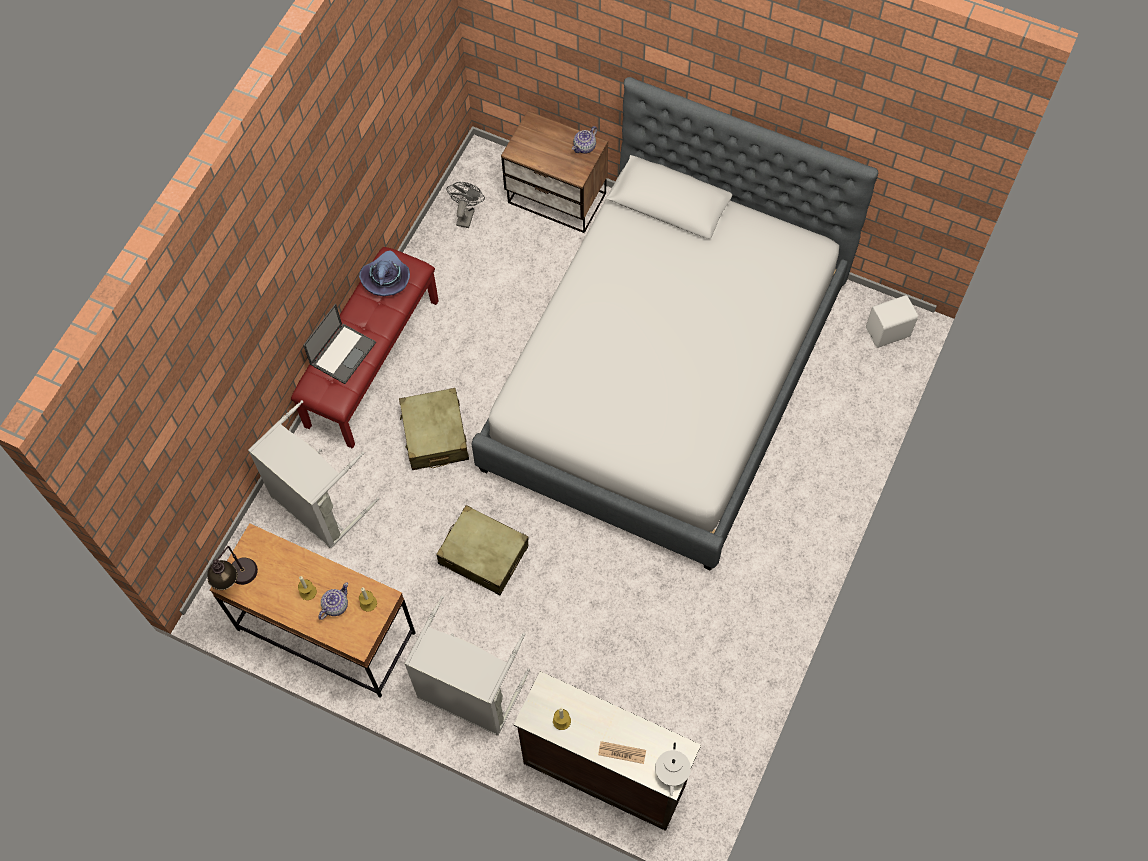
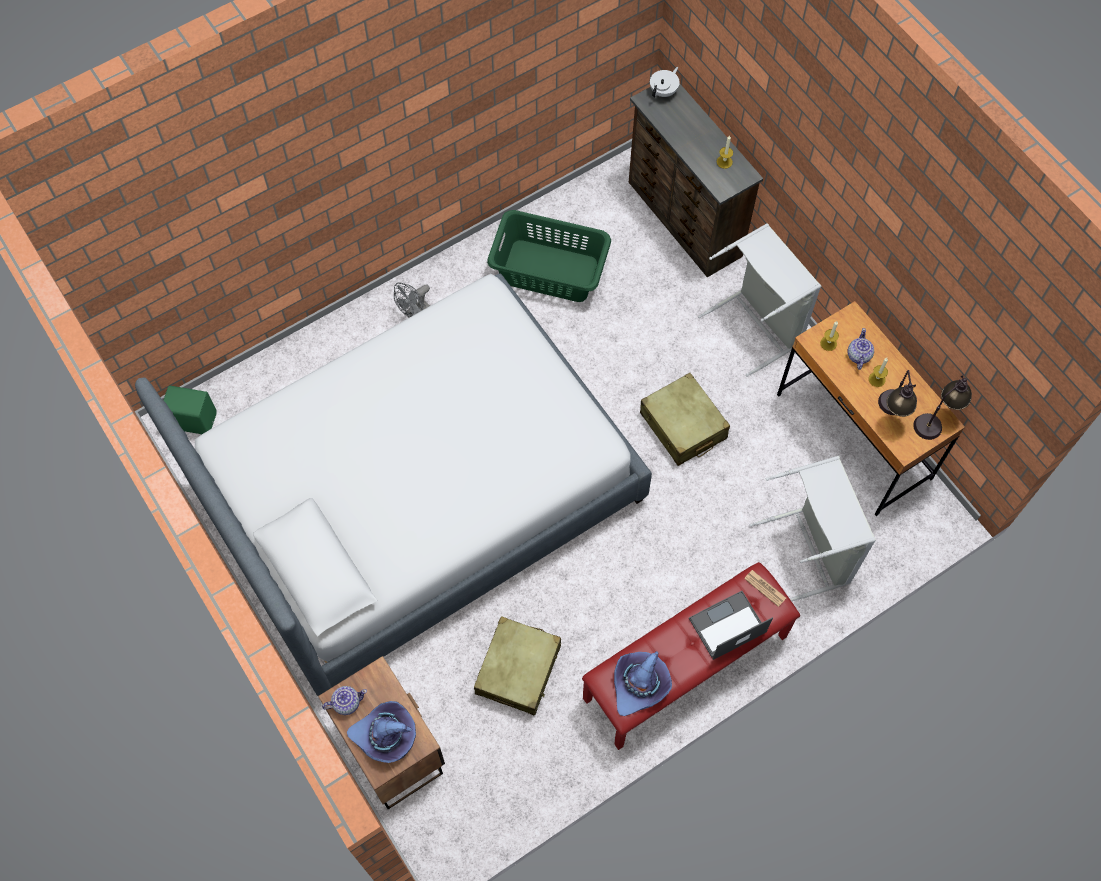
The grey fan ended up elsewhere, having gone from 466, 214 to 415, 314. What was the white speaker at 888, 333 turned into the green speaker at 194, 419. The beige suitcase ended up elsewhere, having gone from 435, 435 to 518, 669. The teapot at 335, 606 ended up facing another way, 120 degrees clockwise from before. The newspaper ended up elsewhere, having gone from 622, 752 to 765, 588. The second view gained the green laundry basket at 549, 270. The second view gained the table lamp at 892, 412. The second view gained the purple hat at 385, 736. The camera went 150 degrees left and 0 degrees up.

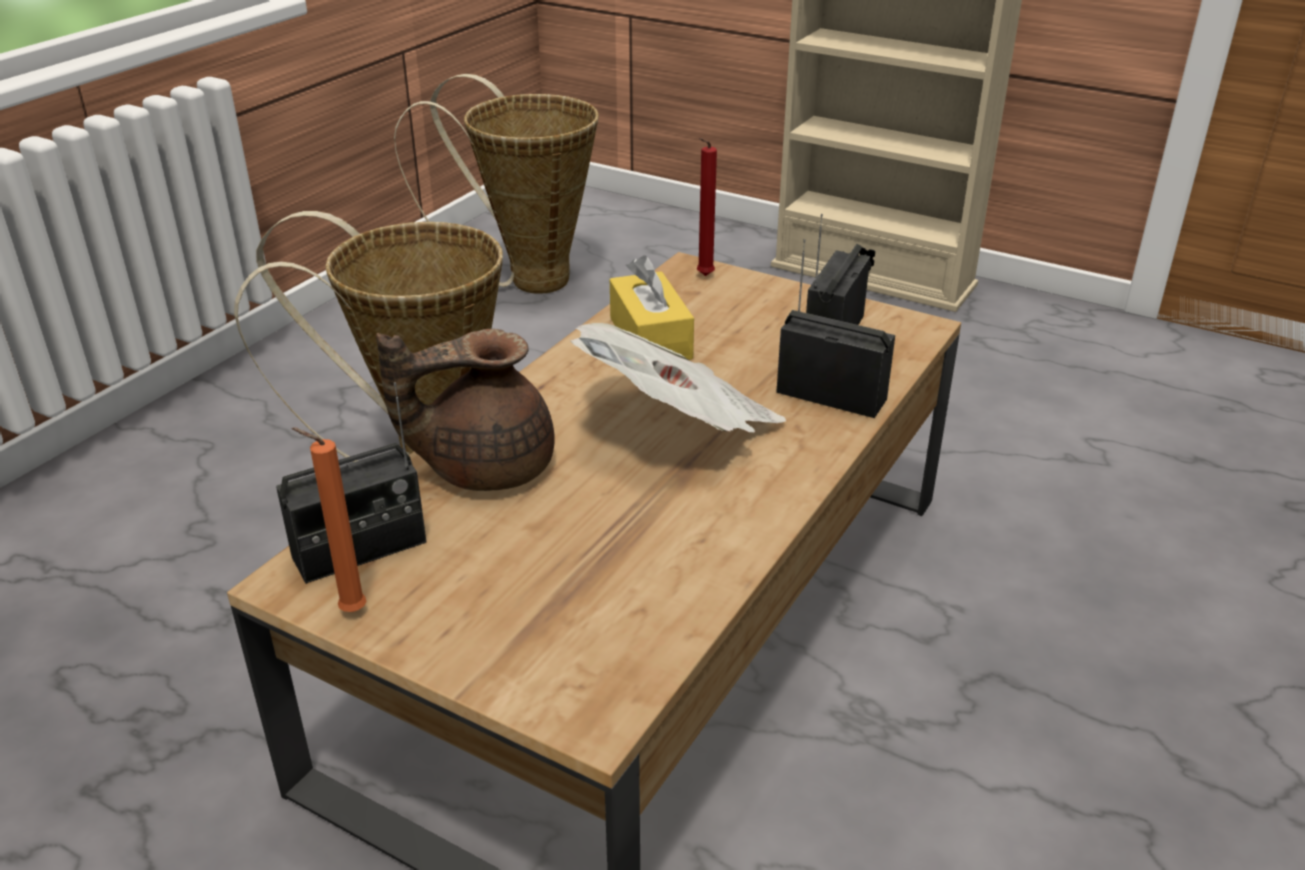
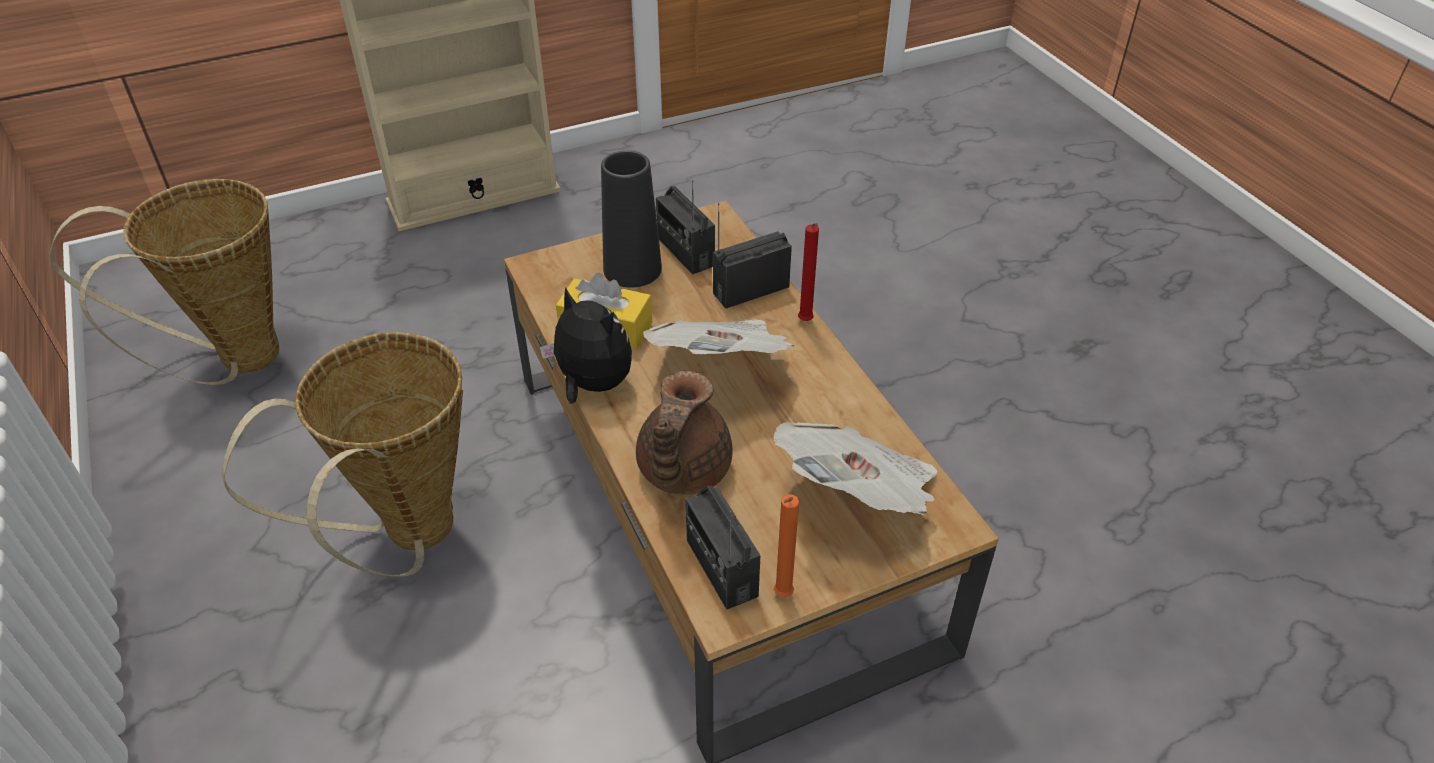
The red candle ended up elsewhere, having gone from 703, 277 to 806, 322. The radio at 360, 550 ended up facing another way, 150 degrees clockwise from before. The second view gained the black vase at 632, 269. The second view gained the plush toy at 591, 385. The second view gained the newspaper at 859, 495. The camera went 55 degrees left and 10 degrees up.

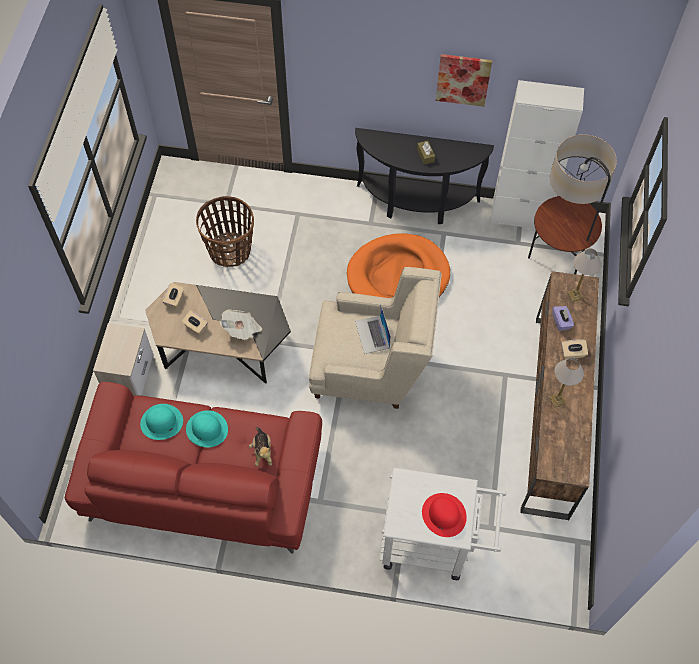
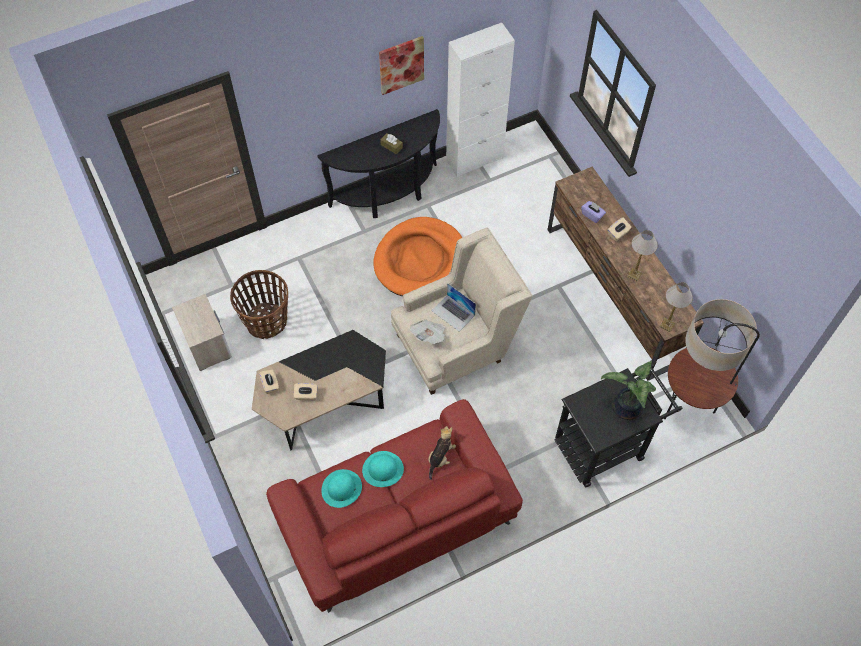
The floor lamp ended up elsewhere, having gone from 555, 260 to 687, 406. The table lamp ended up elsewhere, having gone from 575, 295 to 667, 324. The newspaper ended up elsewhere, having gone from 242, 329 to 429, 336. The nightstand ended up elsewhere, having gone from 130, 373 to 207, 344. The plush toy at 262, 451 ended up facing another way, 105 degrees counterclockwise from before. What was the white cart at 433, 544 turned into the black cart at 606, 445. Where the red hat stood at 443, 514, the potted plant came to stand at 625, 409. The camera went 35 degrees left and 0 degrees up.

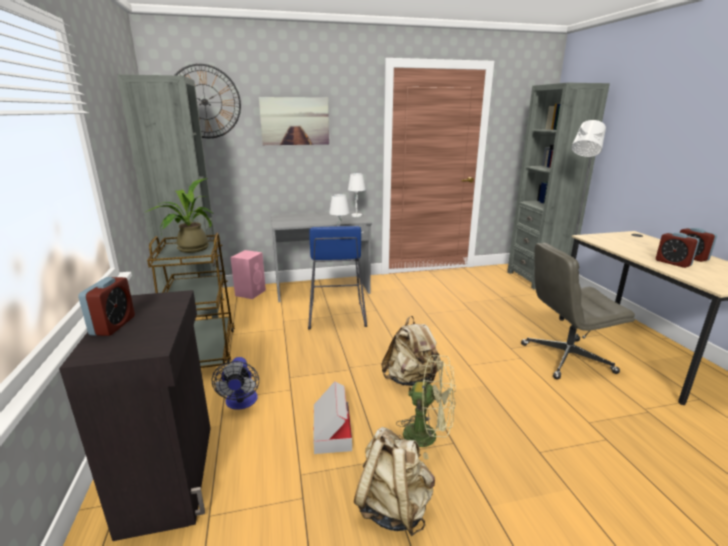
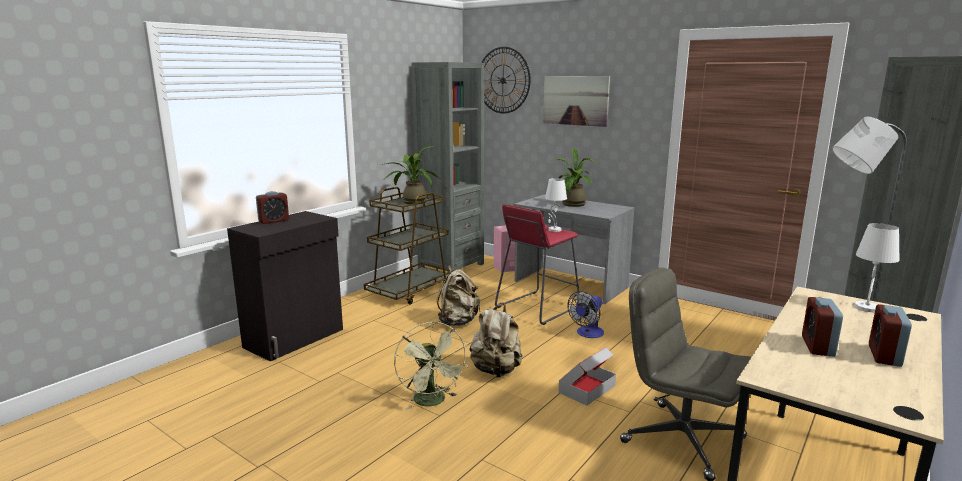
The white table lamp ended up elsewhere, having gone from 356, 215 to 866, 307. What was the blue stool at 336, 315 turned into the red stool at 537, 307. The fan ended up elsewhere, having gone from 241, 403 to 587, 334. The cardboard box ended up elsewhere, having gone from 332, 432 to 587, 389. The beige backpack ended up elsewhere, having gone from 393, 507 to 458, 322. The second view gained the potted plant at 573, 205. The camera went 50 degrees right and 5 degrees down.

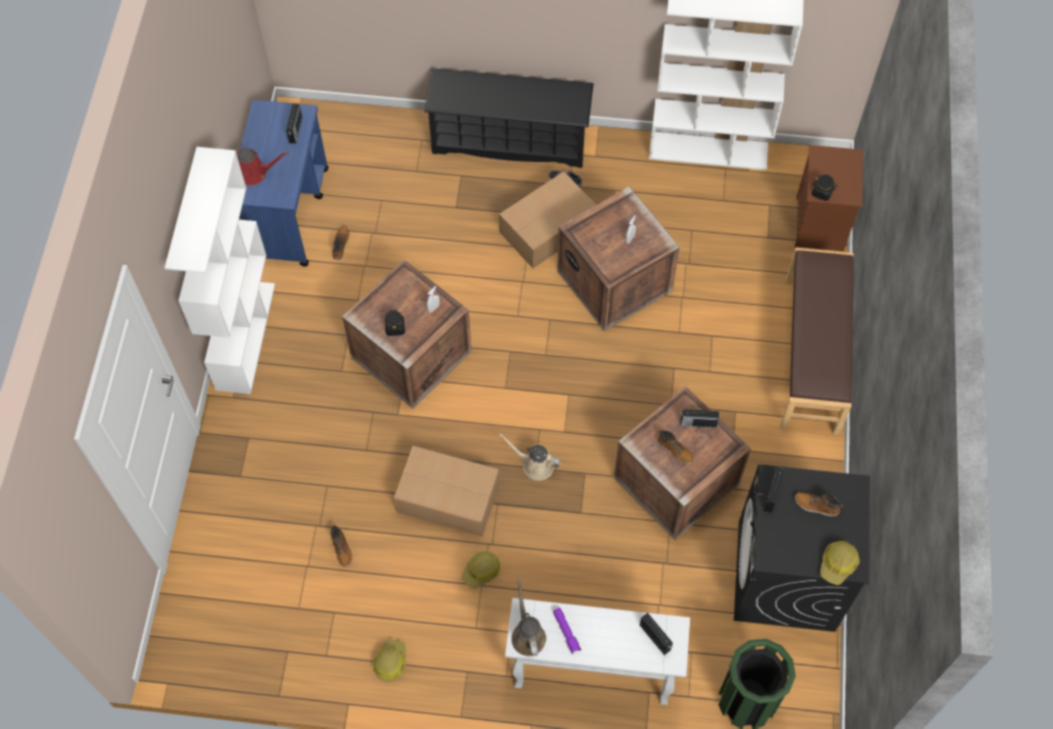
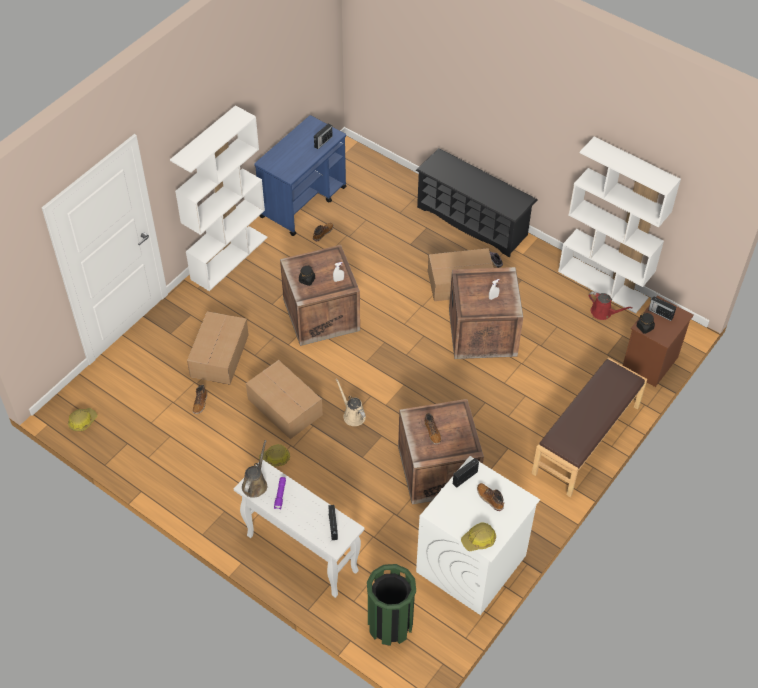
The red watering can ended up elsewhere, having gone from 255, 173 to 603, 312. The radio ended up elsewhere, having gone from 697, 423 to 660, 313. What was the black washing machine at 786, 576 turned into the white washing machine at 471, 564. The hard hat ended up elsewhere, having gone from 390, 662 to 82, 421. The second view gained the cardboard box at 220, 354. The camera went 30 degrees right and 10 degrees down.

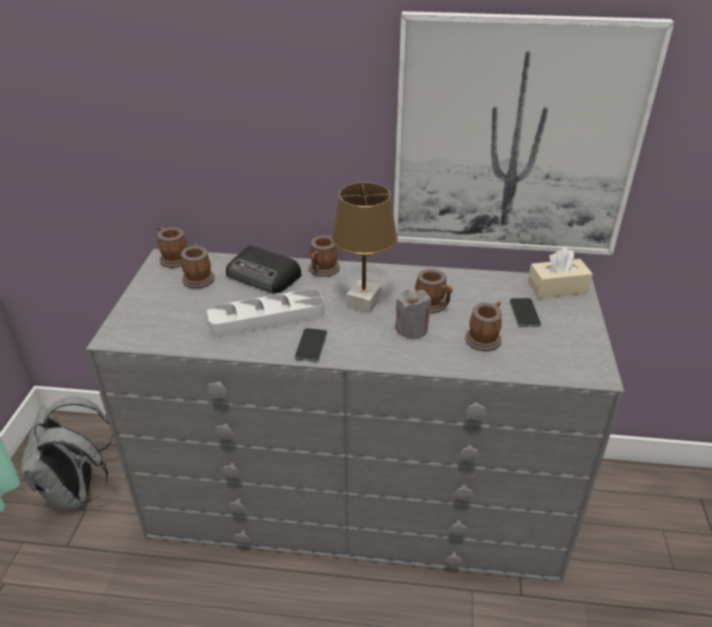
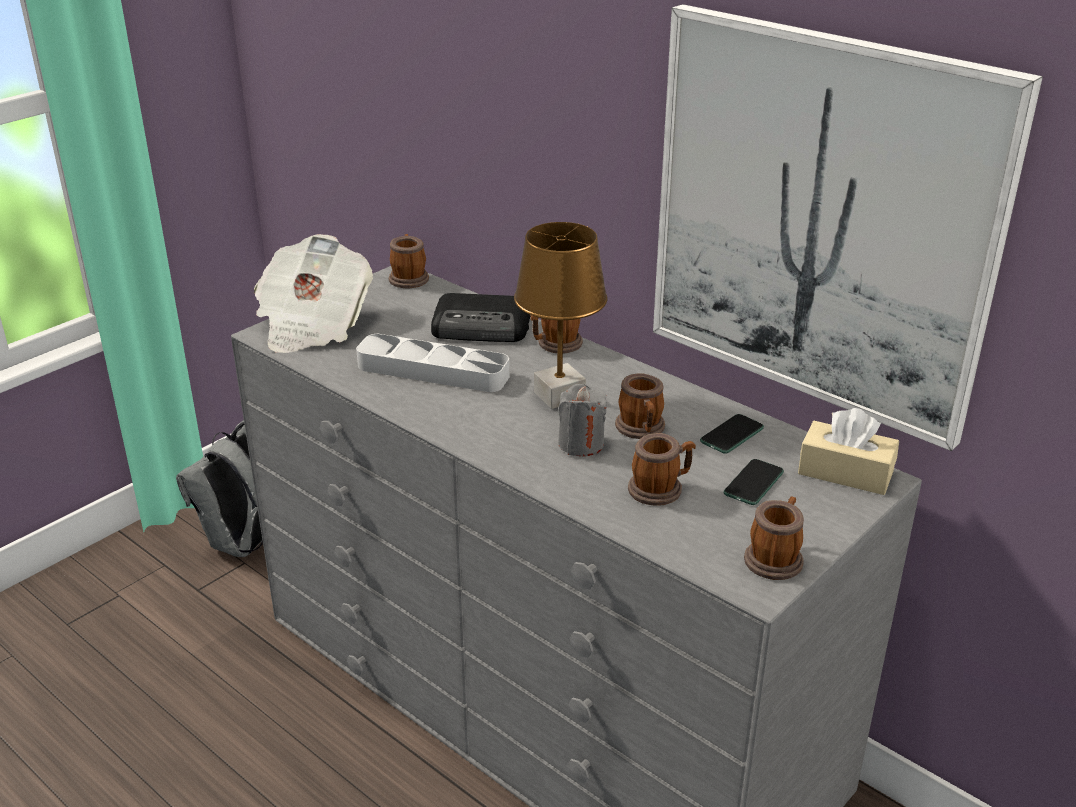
The mug ended up elsewhere, having gone from 198, 277 to 775, 557. The radio at 264, 276 ended up facing another way, 60 degrees counterclockwise from before. The phone ended up elsewhere, having gone from 311, 345 to 732, 435. The second view gained the newspaper at 312, 324. The camera went 35 degrees right and 5 degrees down.

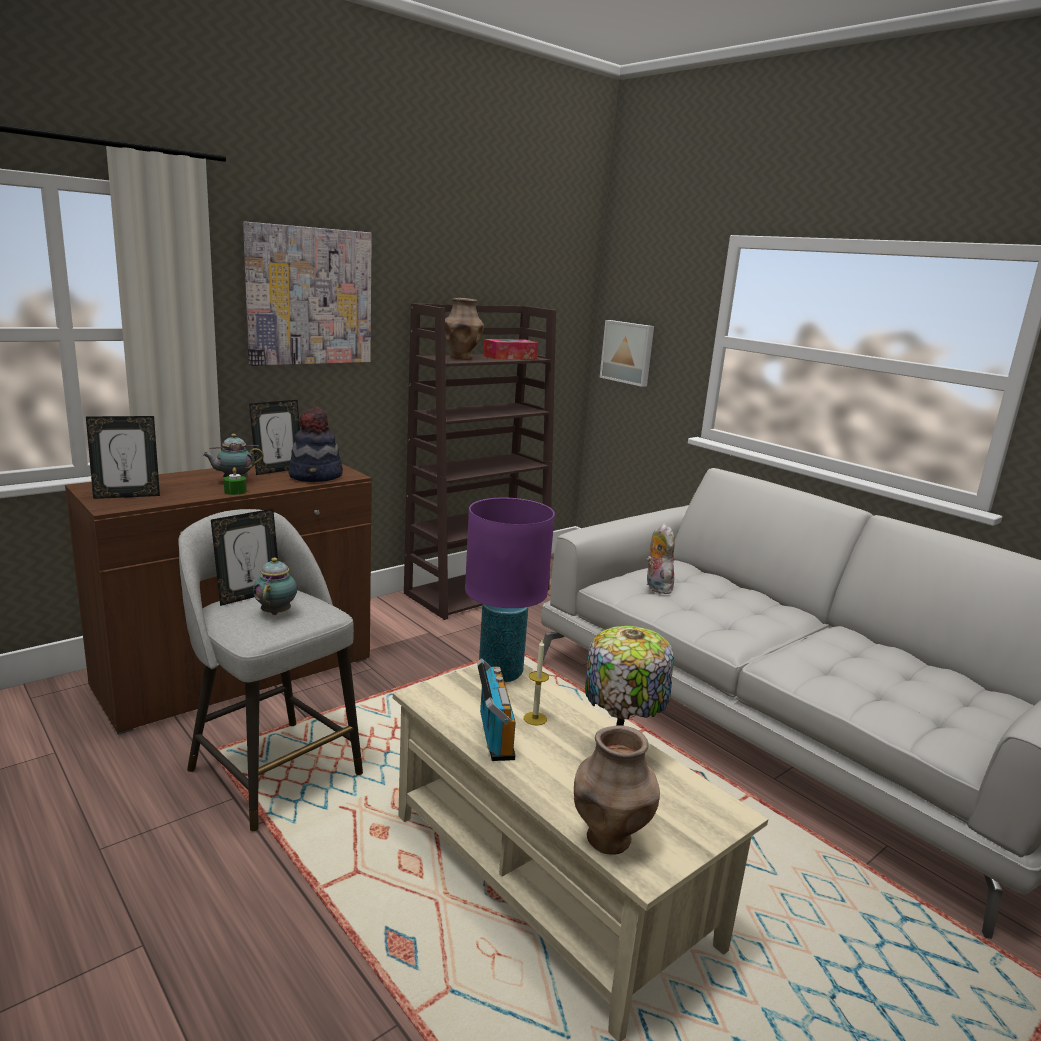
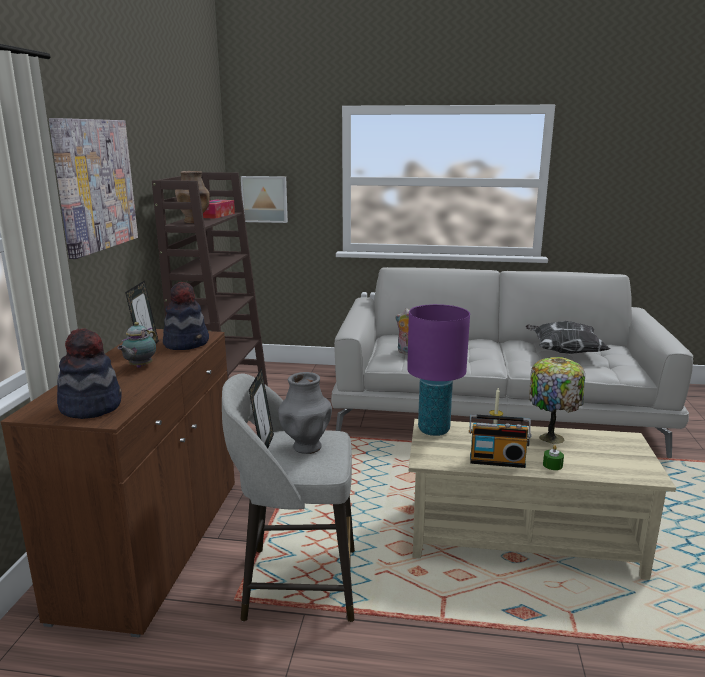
Where the picture frame stood at 127, 495, the hat came to stand at 91, 406. The green candle ended up elsewhere, having gone from 235, 491 to 552, 465. Where the teapot stood at 277, 612, the grey vase came to stand at 306, 447. The radio at 493, 737 ended up facing another way, 150 degrees clockwise from before. The second view lost the brown vase at 608, 840. The second view gained the pillow at 563, 352. The camera went 40 degrees left and 0 degrees up.

